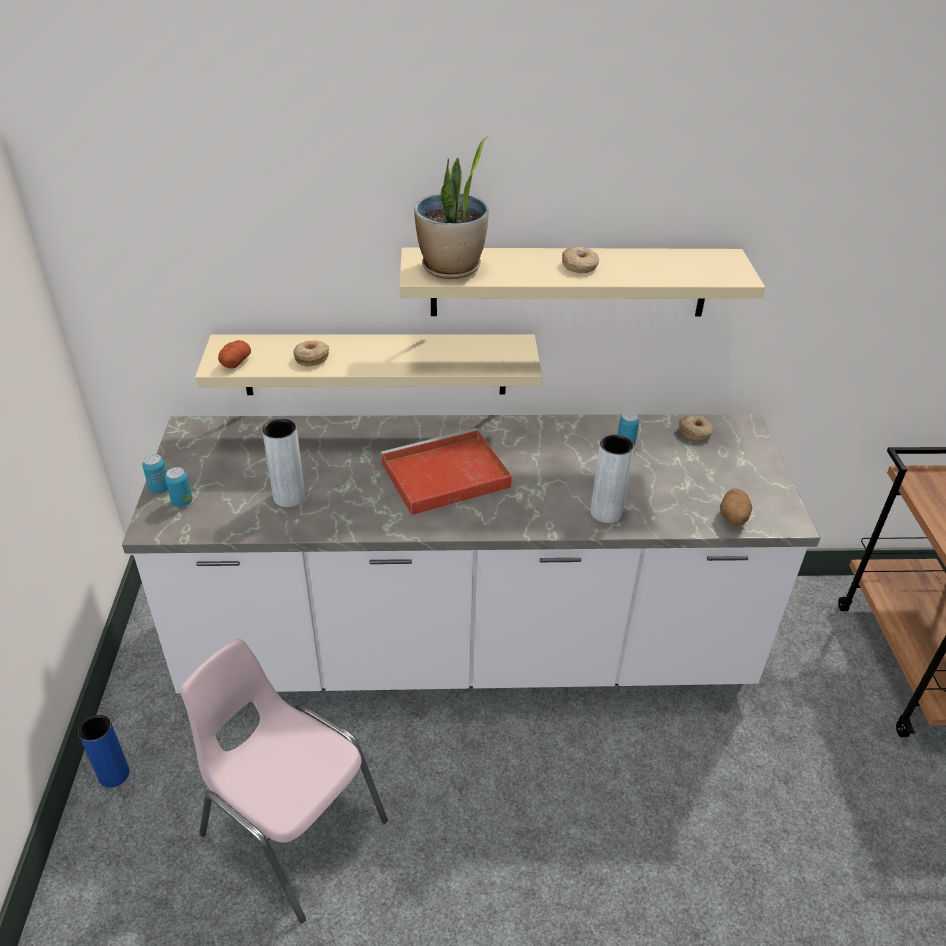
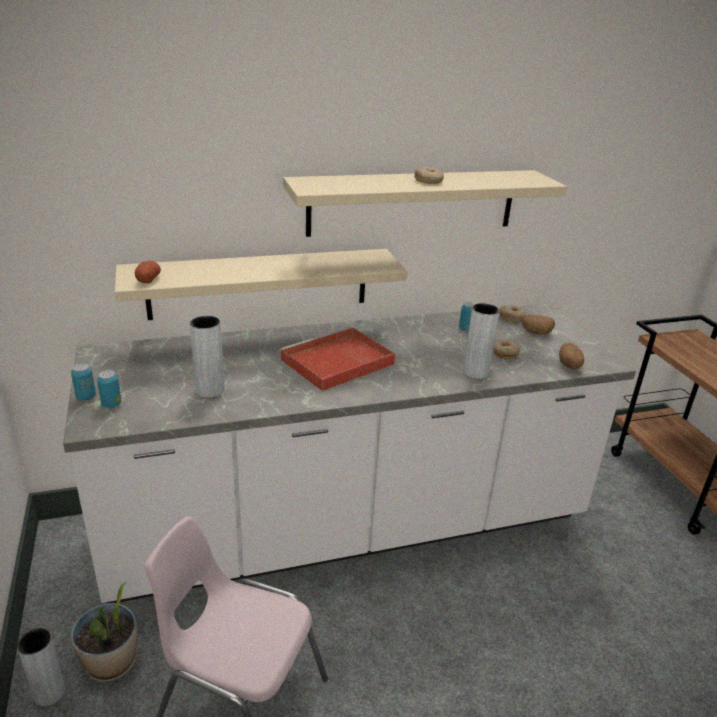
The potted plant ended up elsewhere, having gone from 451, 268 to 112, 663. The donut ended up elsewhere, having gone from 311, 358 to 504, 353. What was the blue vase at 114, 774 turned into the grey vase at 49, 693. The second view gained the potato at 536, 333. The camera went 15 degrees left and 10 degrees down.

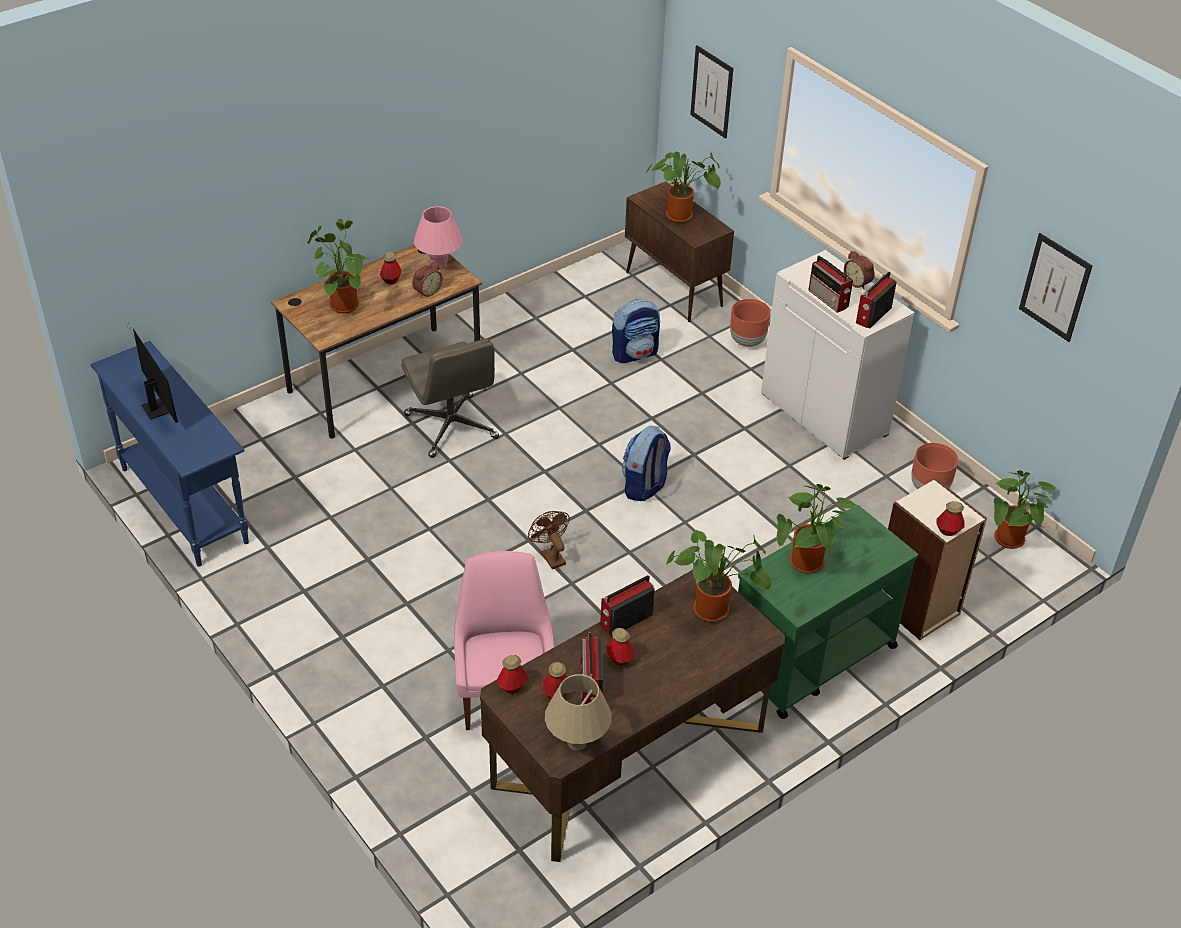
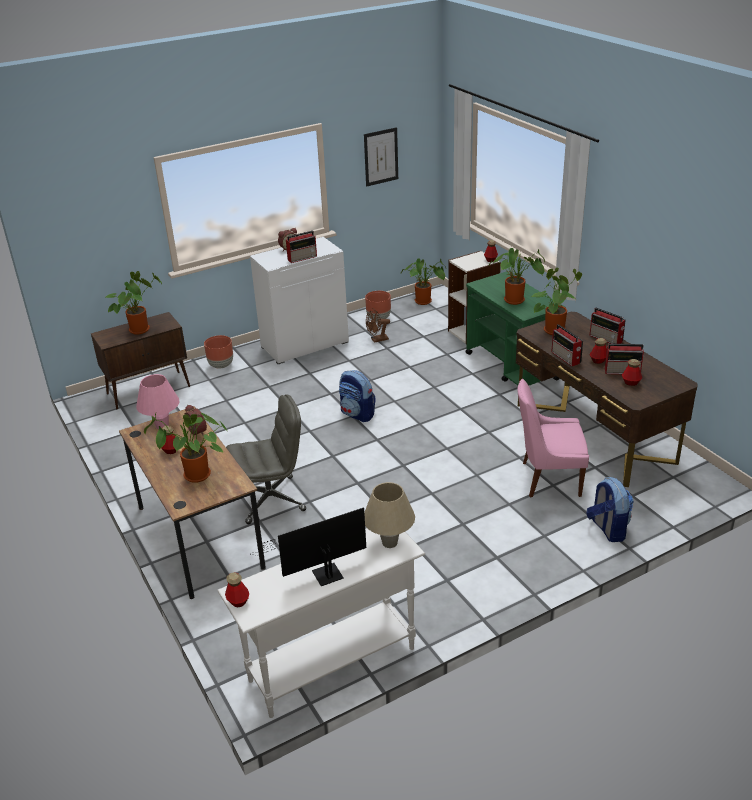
The second view lost the picture at 712, 91. The radio ended up elsewhere, having gone from 872, 315 to 606, 339. The backpack ended up elsewhere, having gone from 635, 353 to 607, 529. What was the blue console table at 184, 504 turned into the white console table at 331, 664. The brown fan ended up elsewhere, having gone from 550, 555 to 377, 340. The bottle ended up elsewhere, having gone from 512, 686 to 238, 601. The beige table lamp ended up elsewhere, having gone from 577, 742 to 389, 543. The camera went 80 degrees left and 10 degrees down.

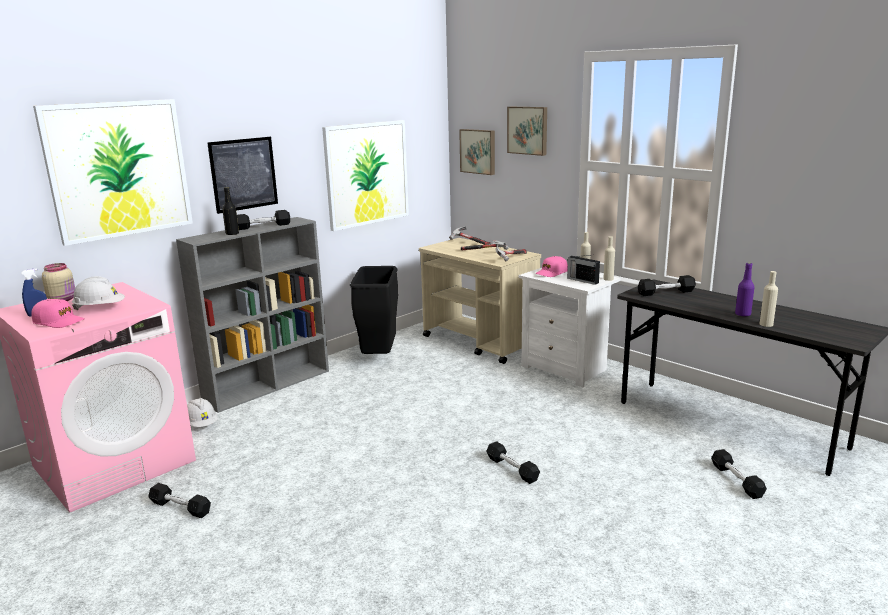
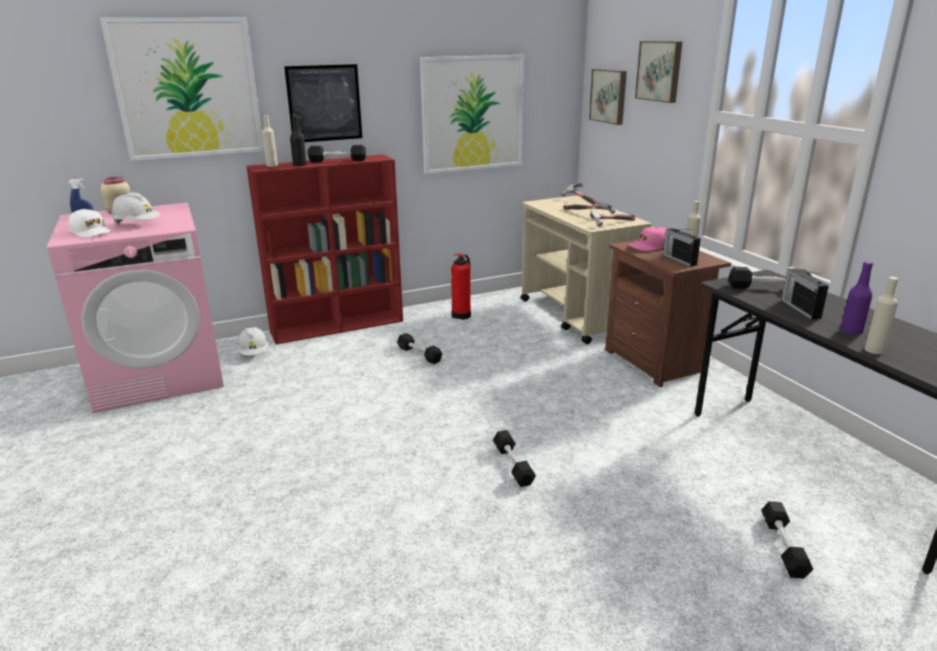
What was the grey bookcase at 269, 385 turned into the red bookcase at 338, 326. The beige bottle ended up elsewhere, having gone from 608, 279 to 272, 165. Where the black trash can stood at 380, 357, the fire extinguisher came to stand at 462, 315. What was the white nightstand at 566, 368 turned into the brown nightstand at 655, 362. What was the pink cap at 59, 321 turned into the white cap at 91, 232. The black dumbbell ended up elsewhere, having gone from 180, 507 to 419, 354. The second view gained the radio at 800, 308. The camera went 20 degrees right and 5 degrees up.

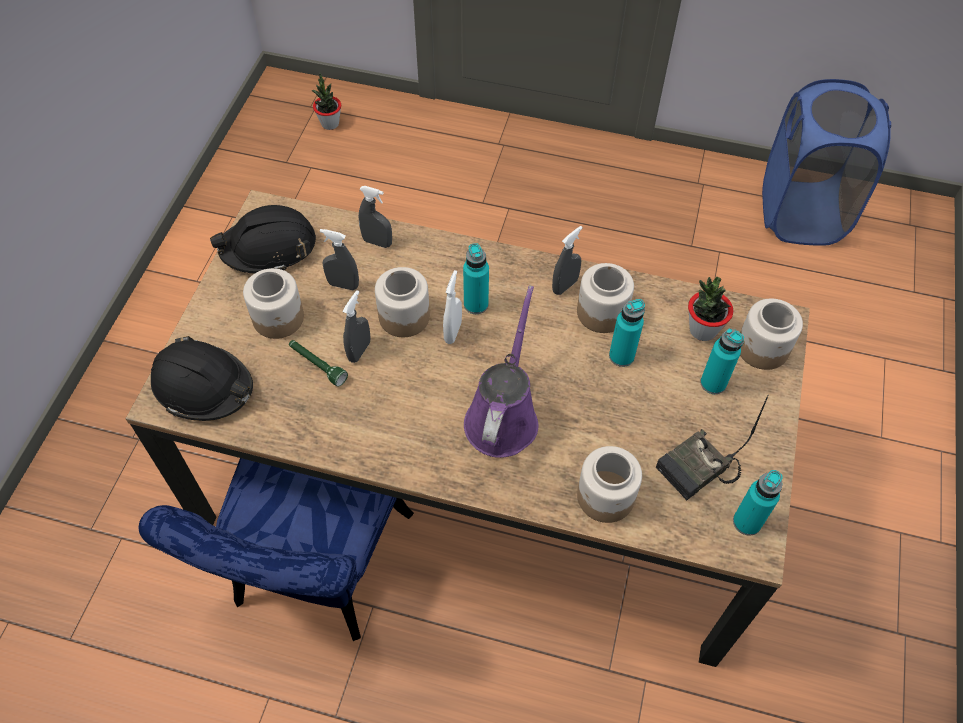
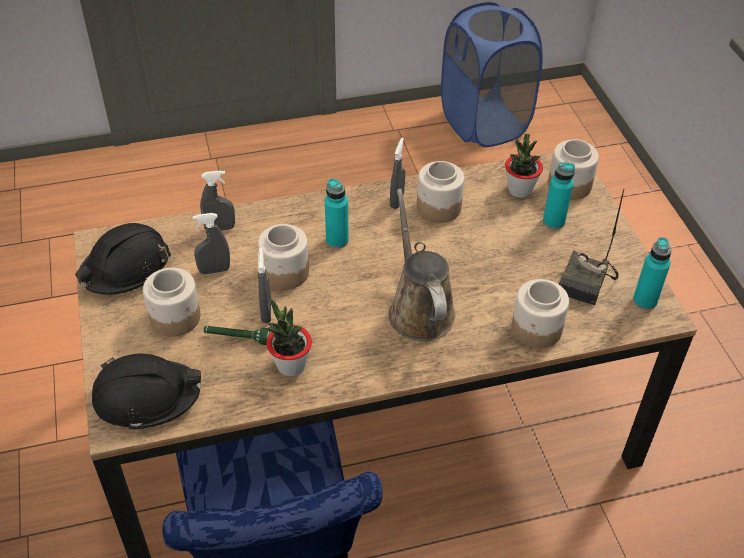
The potted plant ended up elsewhere, having gone from 330, 123 to 290, 365. The second view lost the white spray bottle at 453, 332. What was the purple watering can at 503, 416 turned into the brown watering can at 419, 309. The second view lost the turquoise bottle at 621, 356. The camera went 30 degrees left and 10 degrees down.

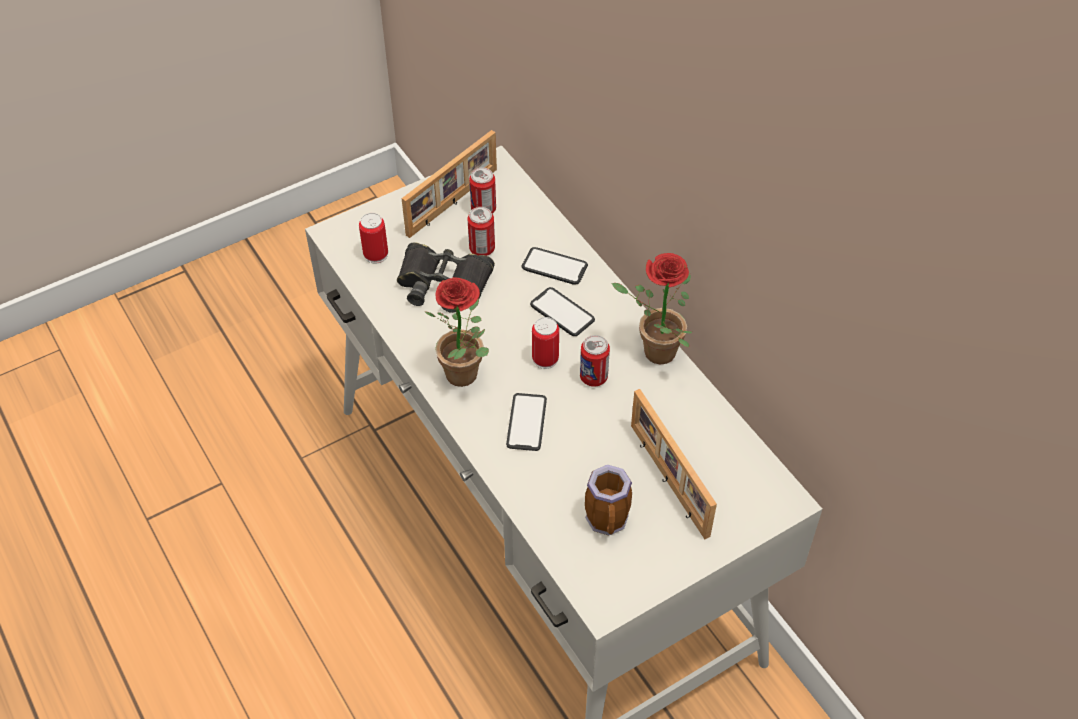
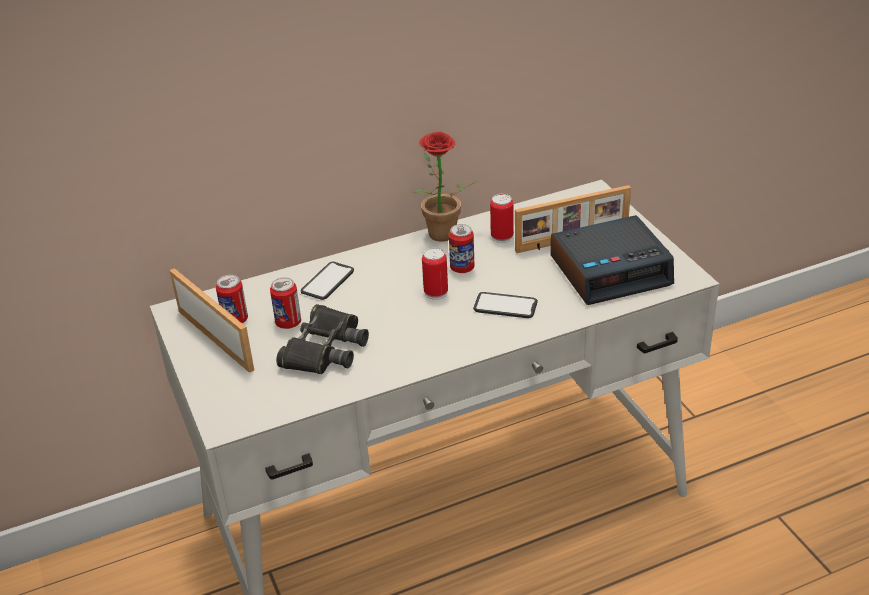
The can ended up elsewhere, having gone from 376, 254 to 502, 236. The second view lost the potted plant at 467, 377. The second view lost the phone at 562, 312. Where the mug stood at 609, 522, the alarm clock came to stand at 611, 270. The camera went 80 degrees left and 15 degrees down.

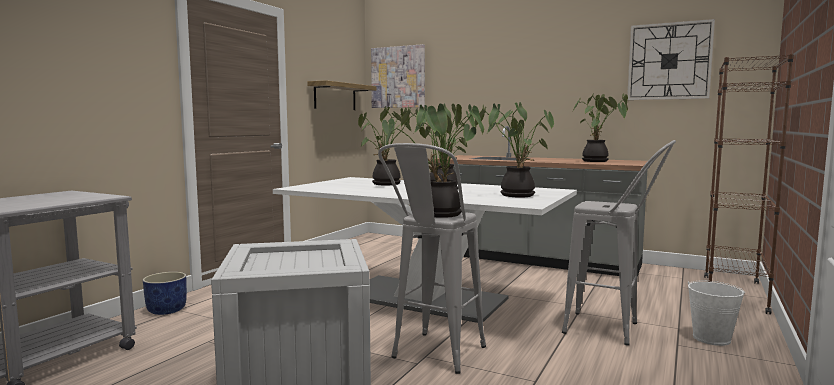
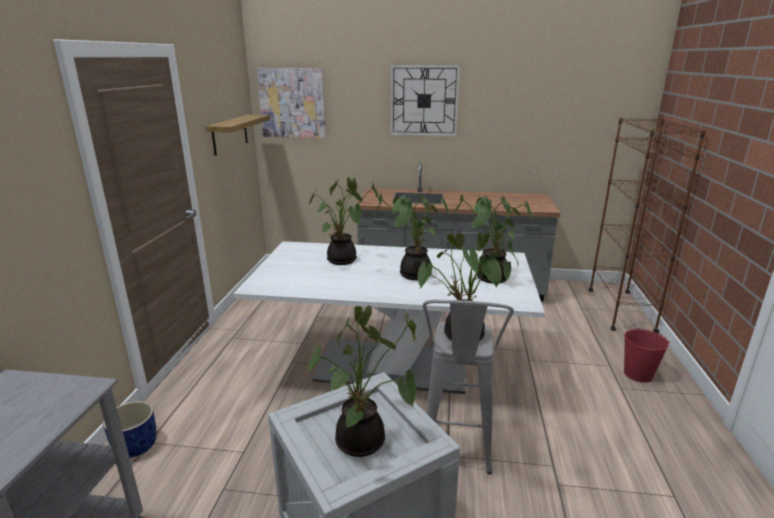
The wall clock ended up elsewhere, having gone from 669, 61 to 424, 101. The potted plant ended up elsewhere, having gone from 597, 161 to 364, 442. The second view lost the grey stool at 614, 331. What was the white bucket at 711, 338 turned into the red bucket at 638, 374. The camera went 20 degrees left and 15 degrees up.

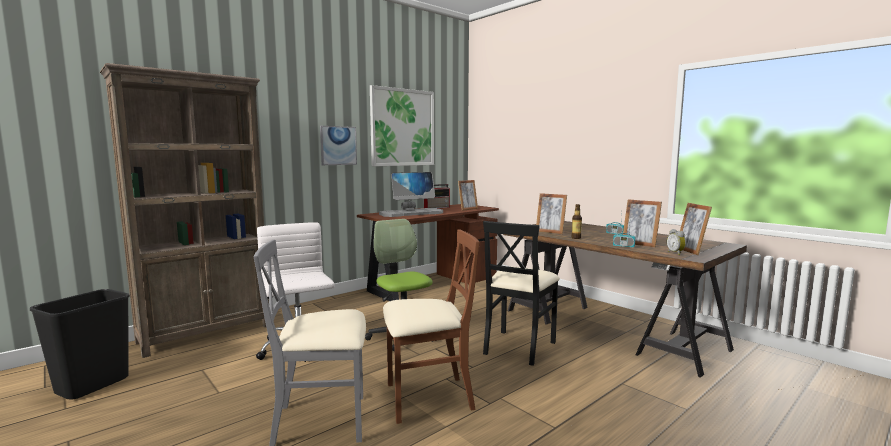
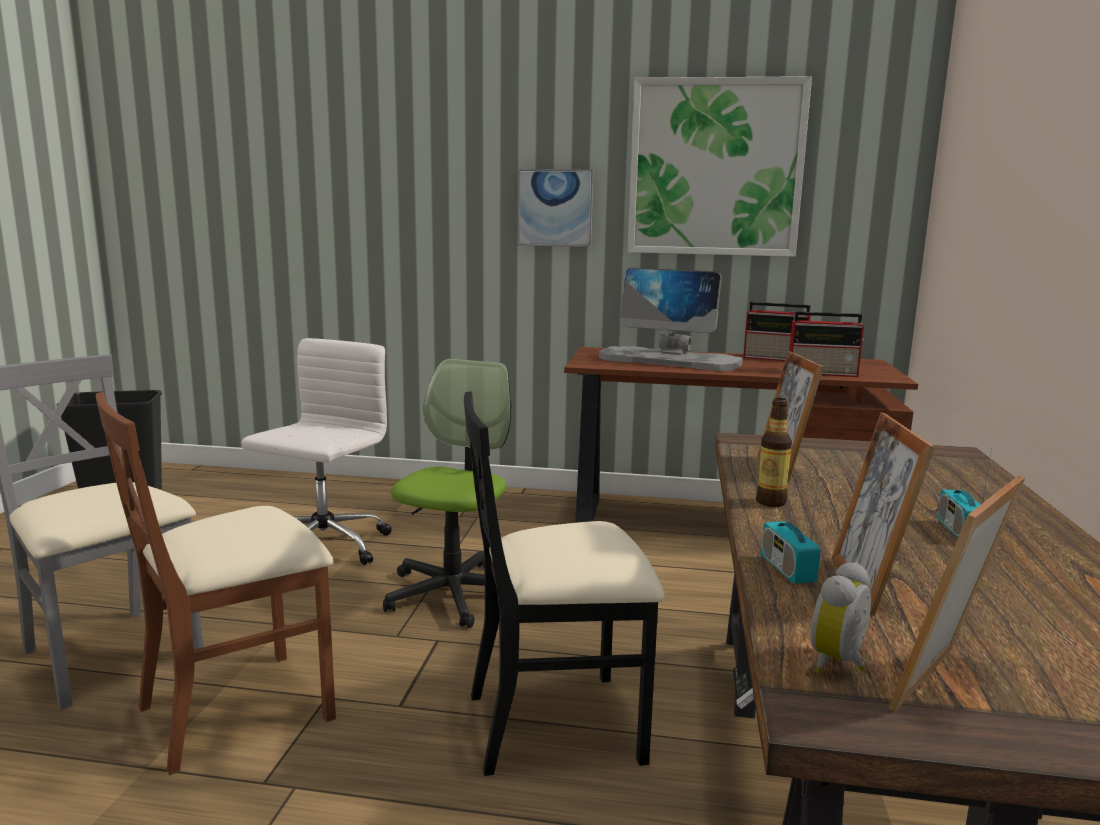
The second view lost the brown bookcase at 207, 333. Where the picture frame stood at 468, 209, the radio came to stand at 823, 373. The brown chair at 428, 397 ended up facing another way, 105 degrees clockwise from before. The camera went 50 degrees right and 5 degrees up.

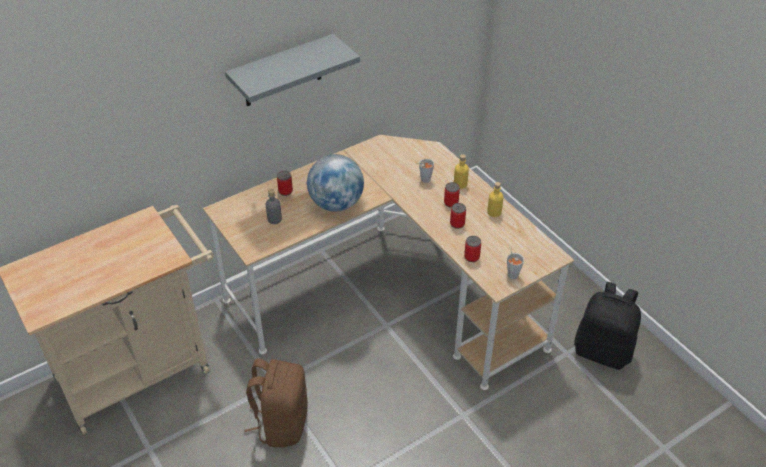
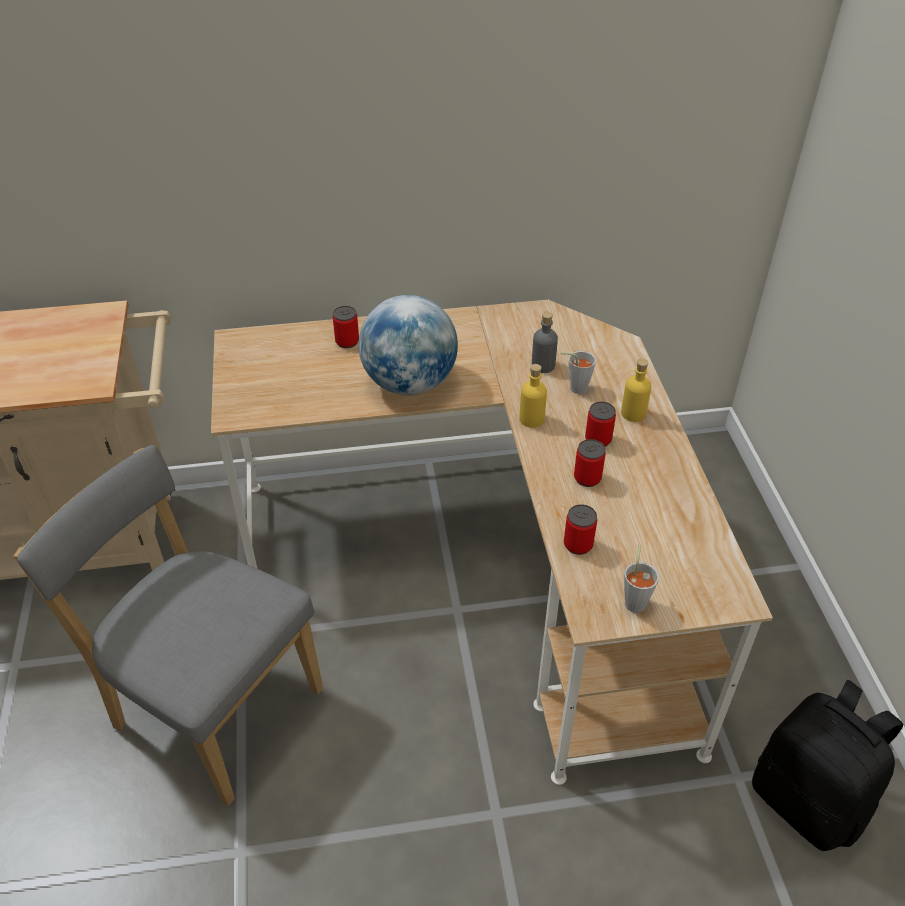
The second view lost the grey shelf at 282, 72. The yellow bottle ended up elsewhere, having gone from 494, 212 to 531, 419. The grey bottle ended up elsewhere, having gone from 274, 219 to 543, 365. Where the brown backpack stood at 281, 423, the grey chair came to stand at 211, 704. The camera went 25 degrees right and 0 degrees up.

